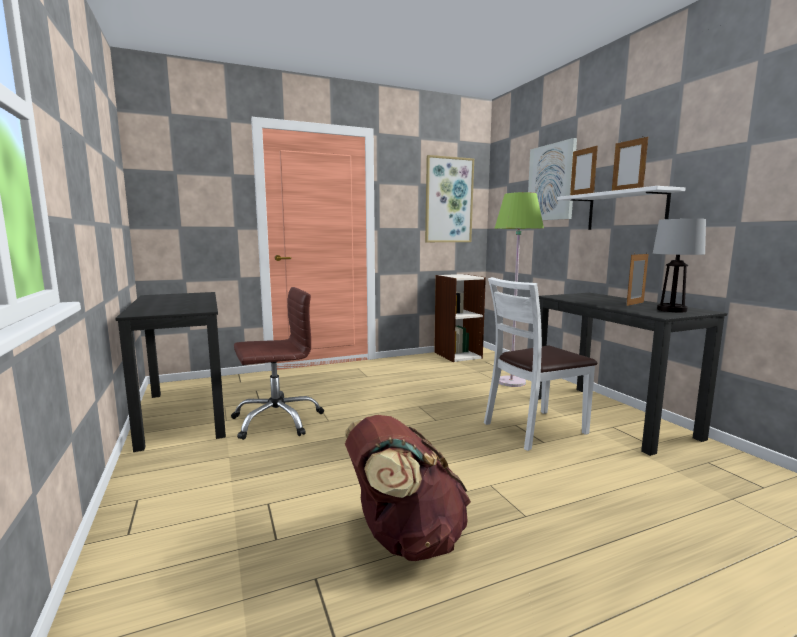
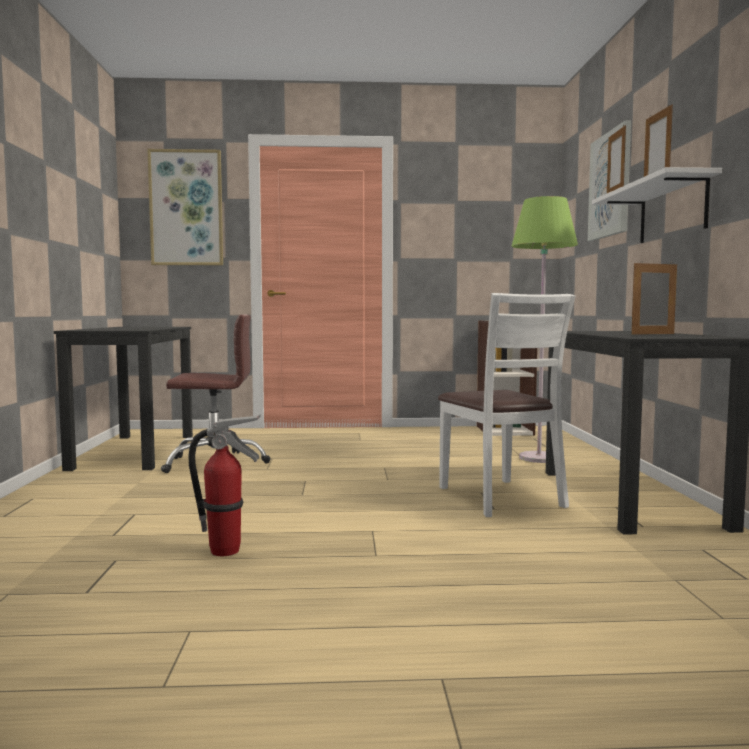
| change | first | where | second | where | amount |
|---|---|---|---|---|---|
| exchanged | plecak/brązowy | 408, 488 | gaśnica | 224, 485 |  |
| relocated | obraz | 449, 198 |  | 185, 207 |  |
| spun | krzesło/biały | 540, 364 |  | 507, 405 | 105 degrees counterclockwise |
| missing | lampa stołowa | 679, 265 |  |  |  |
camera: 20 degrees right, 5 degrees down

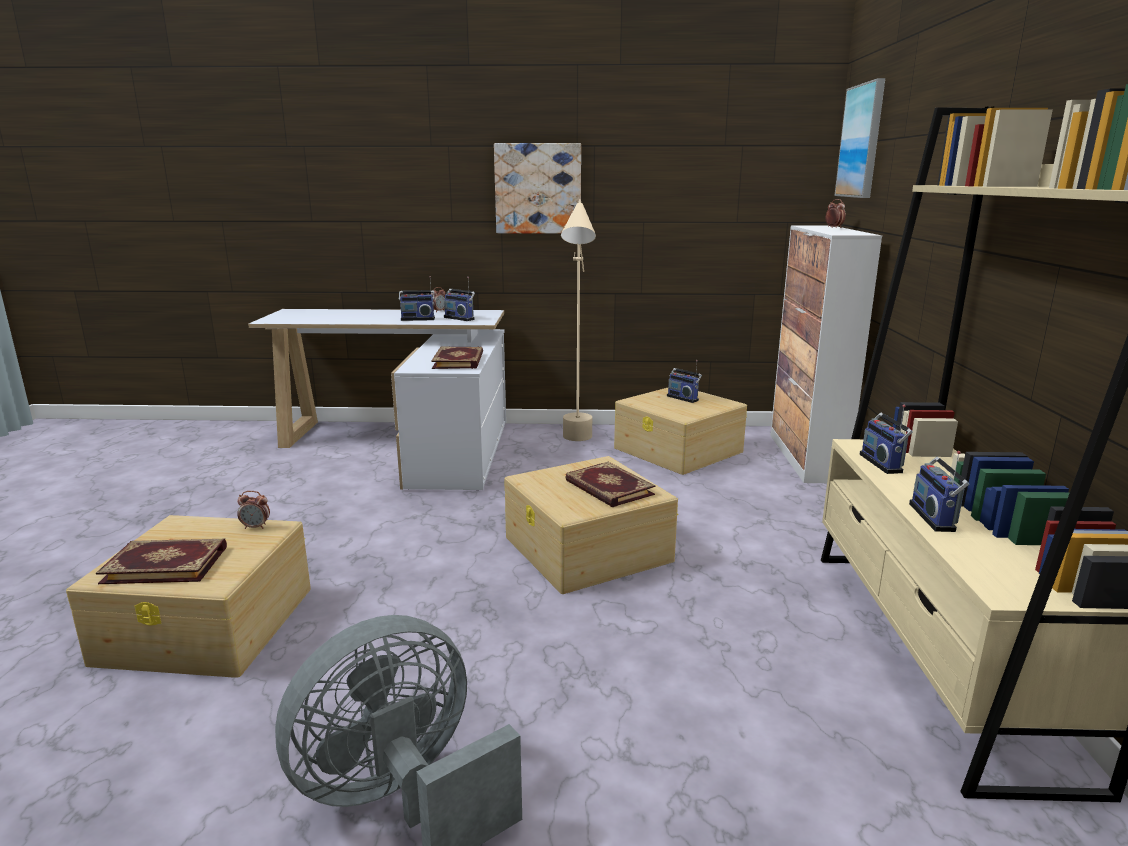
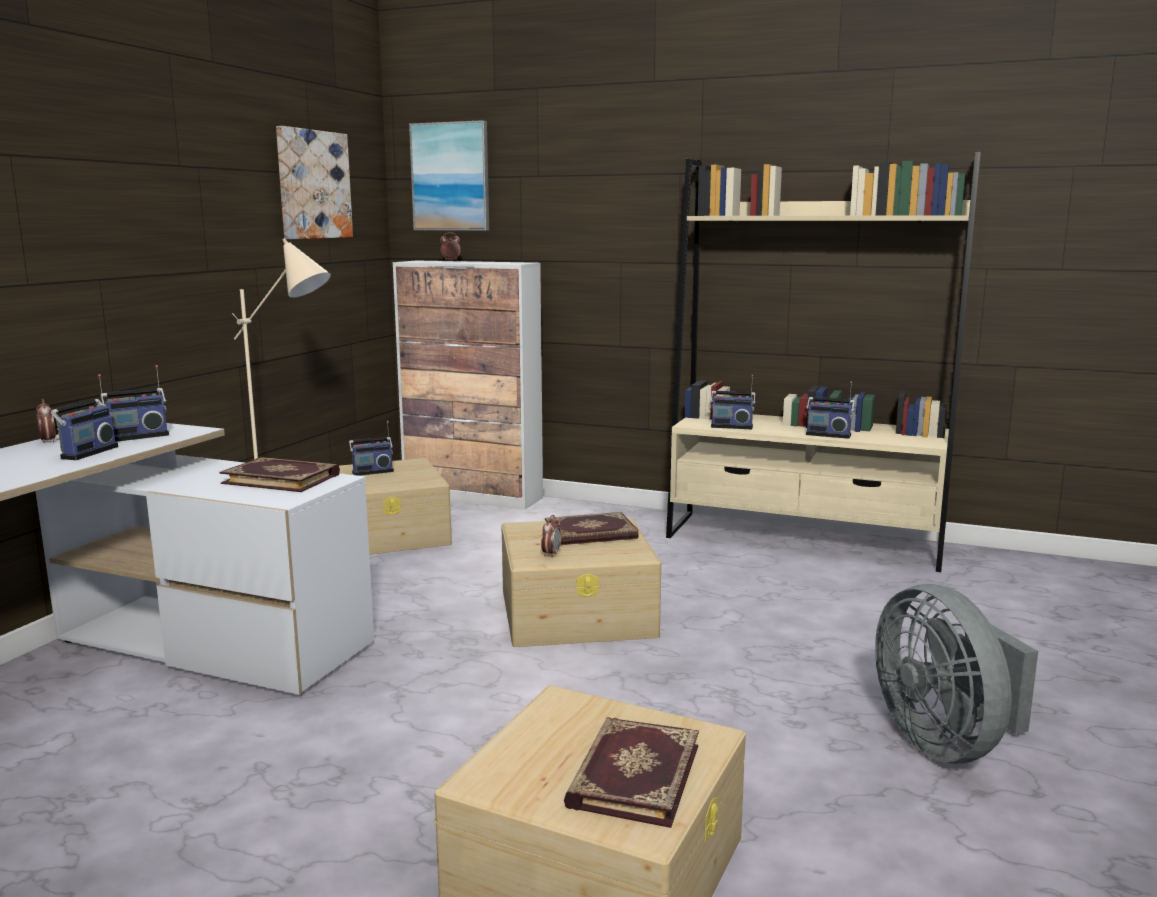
| change | first | where | second | where | amount |
|---|---|---|---|---|---|
| relocated | budzik | 253, 510 |  | 551, 536 |  |
| relocated | obraz | 537, 188 |  | 314, 182 |  |
camera: 70 degrees left, 5 degrees down

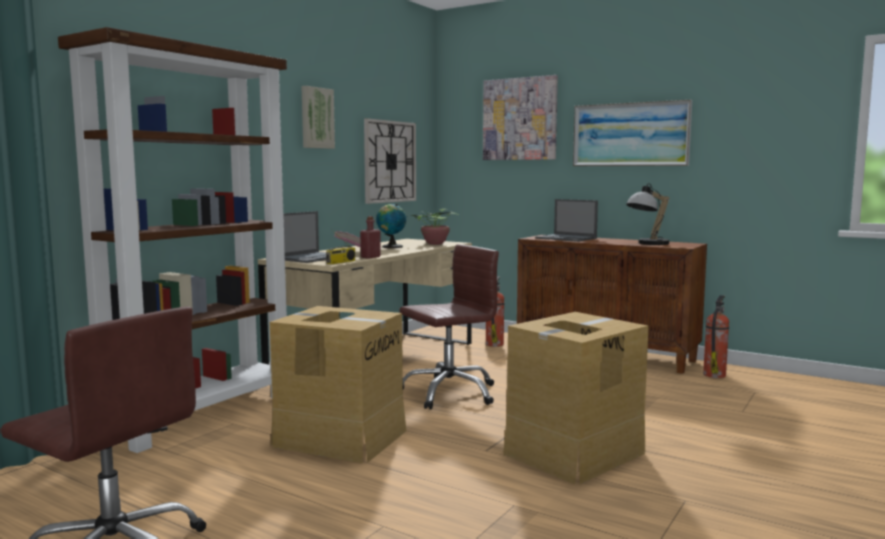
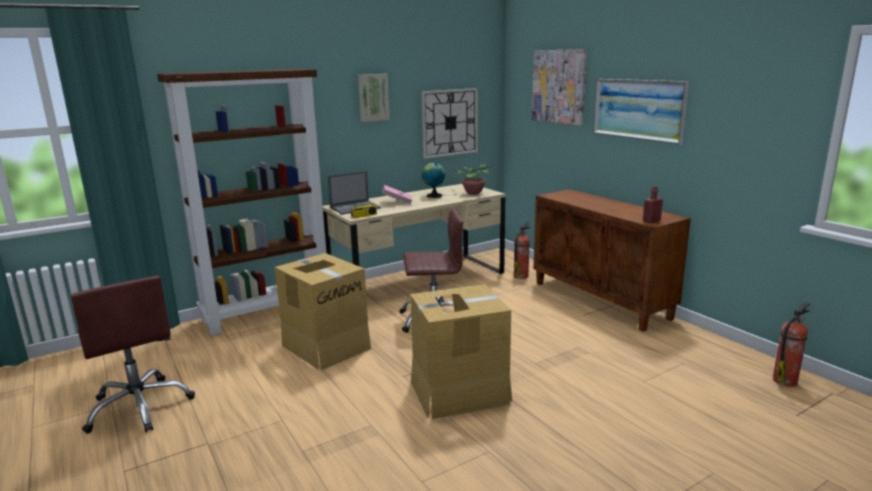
| change | first | where | second | where | amount |
|---|---|---|---|---|---|
| relocated | butelka/czerwony | 370, 237 |  | 653, 204 |  |
| missing | laptop | 566, 220 |  |  |  |
| missing | lampa stołowa | 648, 214 |  |  |  |
| relocated | gaśnica | 716, 336 |  | 791, 344 |  |
camera: 25 degrees right, 10 degrees up

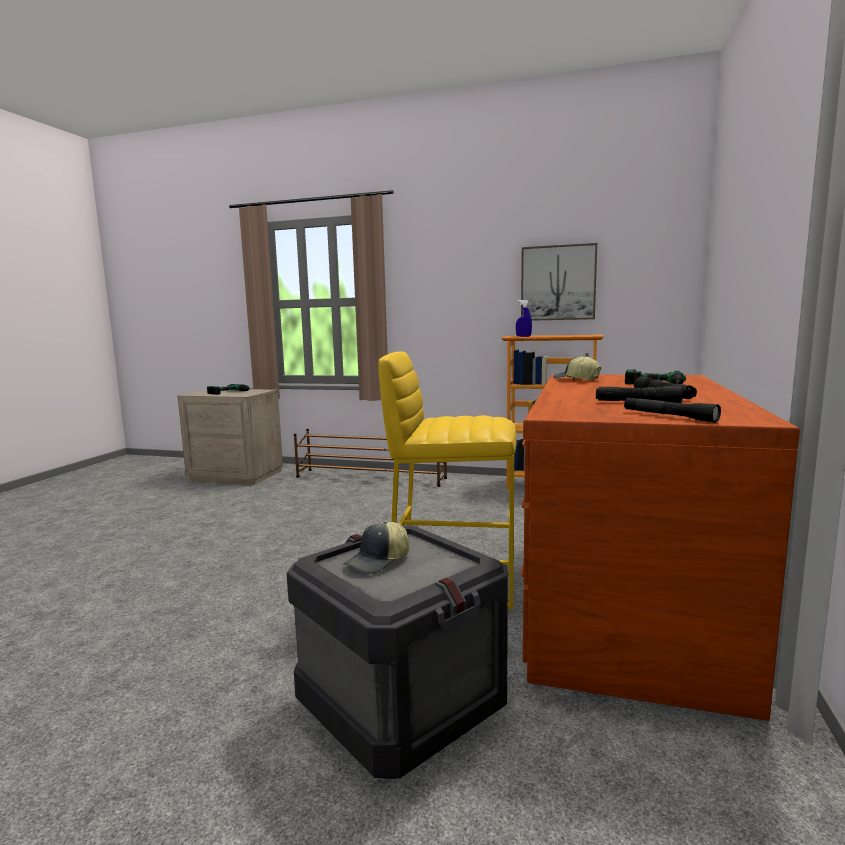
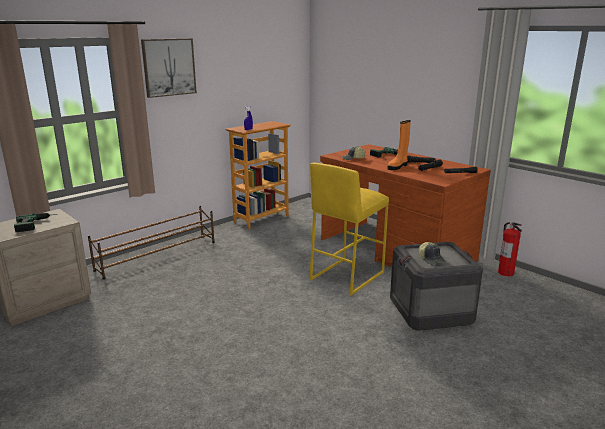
| change | first | where | second | where | amount |
|---|---|---|---|---|---|
| relocated | obraz | 559, 282 |  | 169, 68 |  |
| appeared |  |  | but z cholewką/pomarańczowy | 399, 145 |  |
| appeared |  |  | gaśnica | 510, 249 |  |
camera: 60 degrees left, 10 degrees up

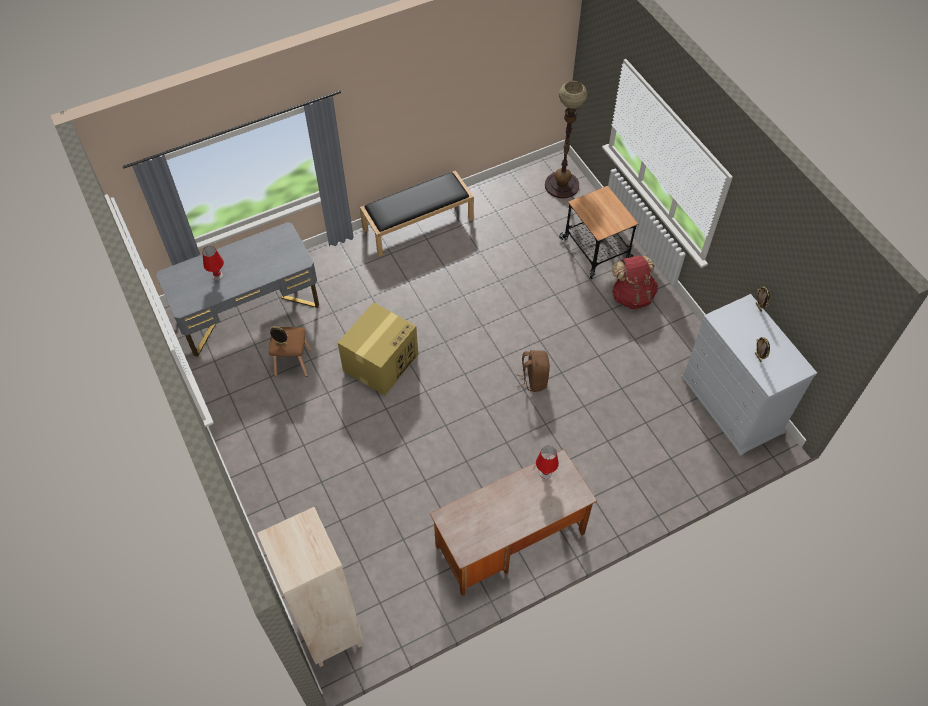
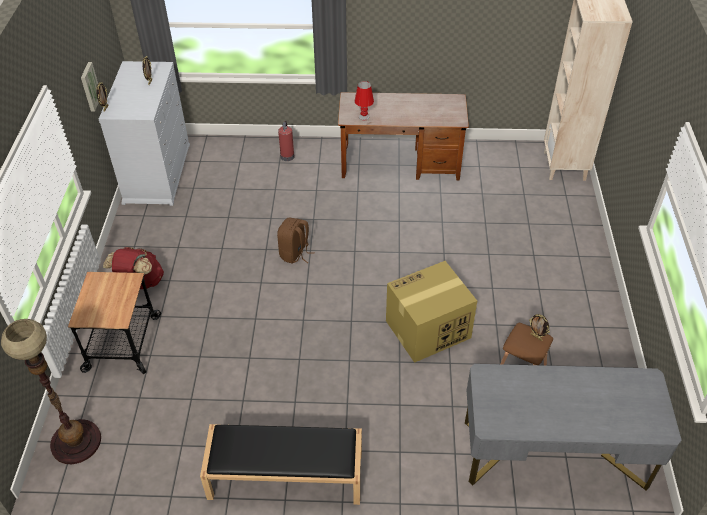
| change | first | where | second | where | amount |
|---|---|---|---|---|---|
| missing | lampa stołowa/czerwony | 213, 263 |  |  |  |
| appeared |  |  | obraz | 90, 87 |  |
| appeared |  |  | gaśnica | 286, 141 |  |
camera: 150 degrees left, 10 degrees down

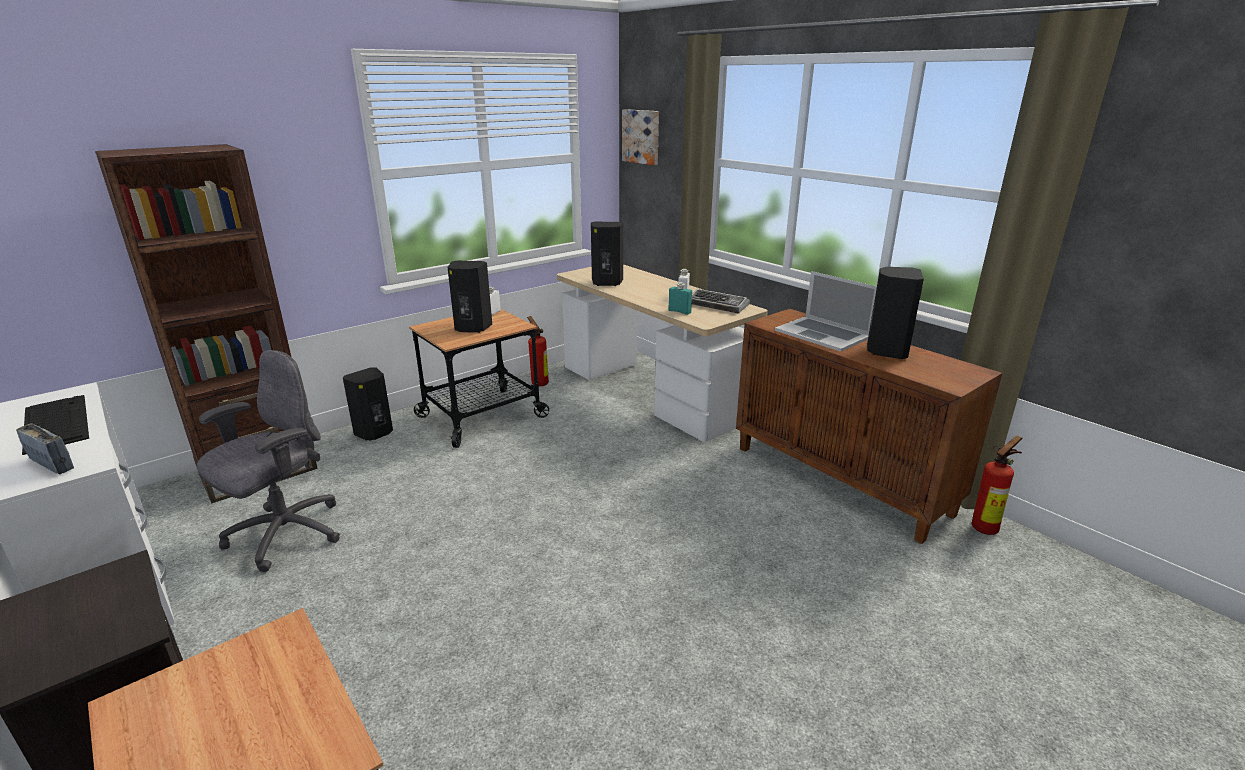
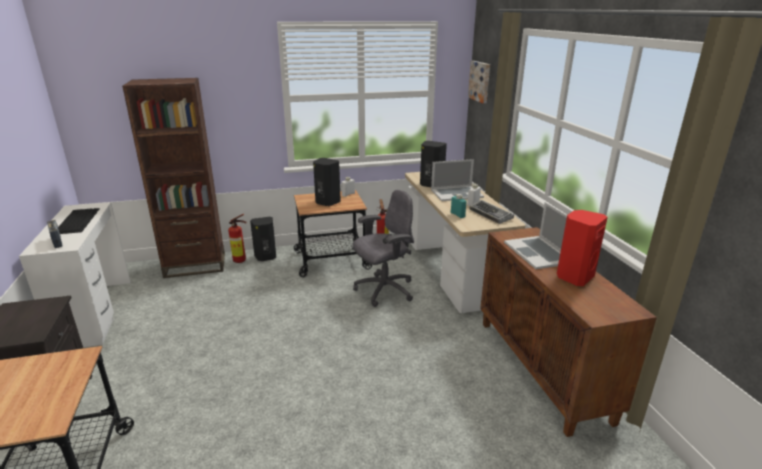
| change | first | where | second | where | amount |
|---|---|---|---|---|---|
| relocated | krzesło biurowe/szary | 268, 461 |  | 383, 248 |  |
| colour | głośnik/czarny | 895, 313 | głośnik/czerwony | 582, 248 |  |
| relocated | gaśnica | 997, 485 |  | 237, 238 |  |
| appeared |  |  | laptop | 457, 180 |  |
camera: 25 degrees right, 0 degrees up

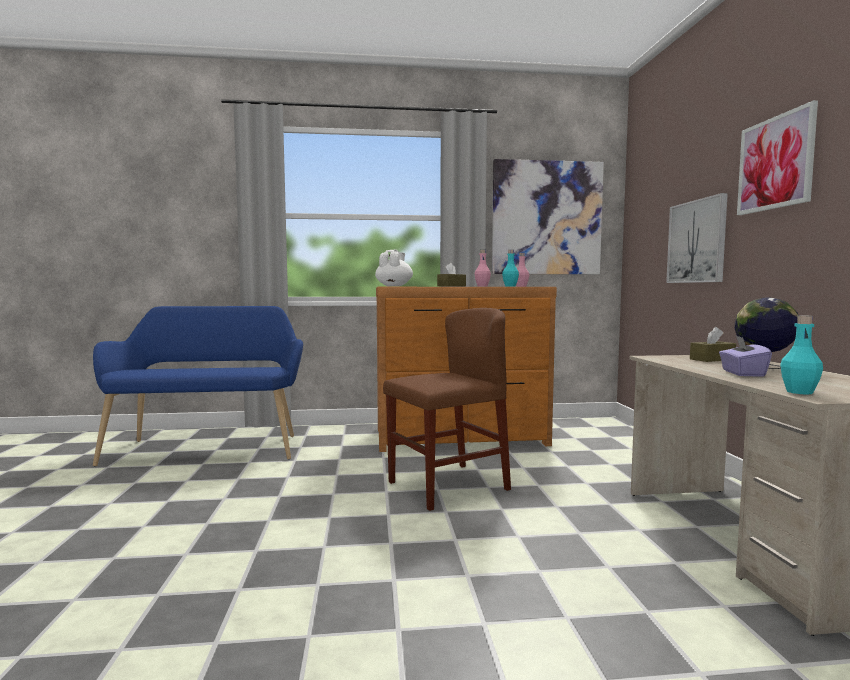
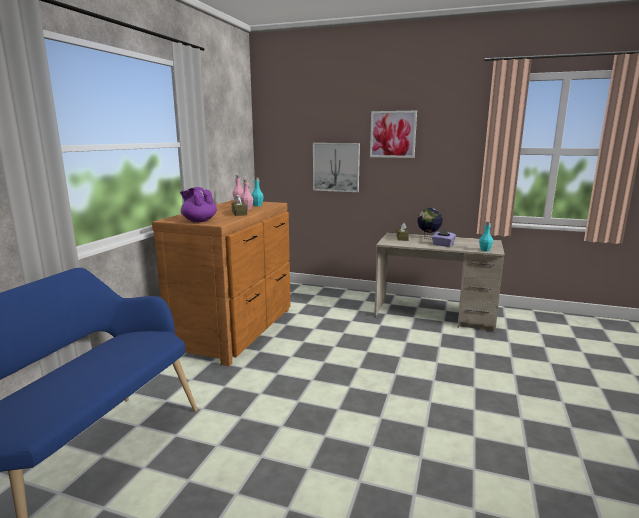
| change | first | where | second | where | amount |
|---|---|---|---|---|---|
| colour | imbryk/biały | 394, 268 | imbryk/fioletowy | 198, 204 |  |
| missing | krzesło/brązowy | 447, 409 |  |  |  |
| missing | obraz | 548, 216 |  |  |  |
camera: 65 degrees left, 10 degrees up

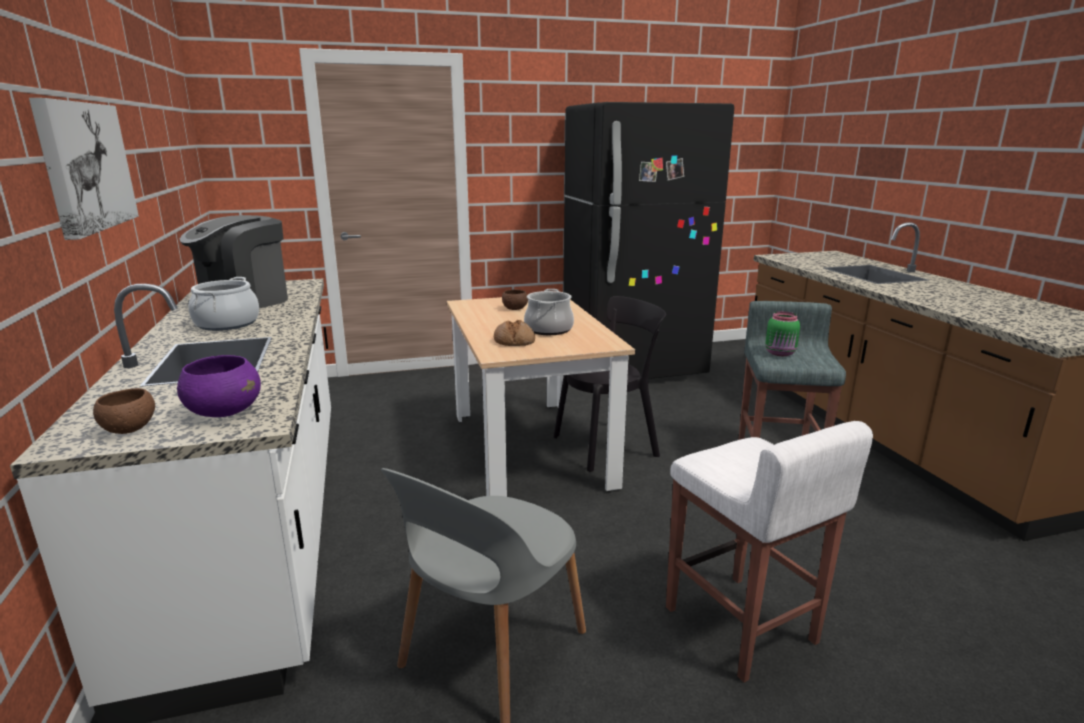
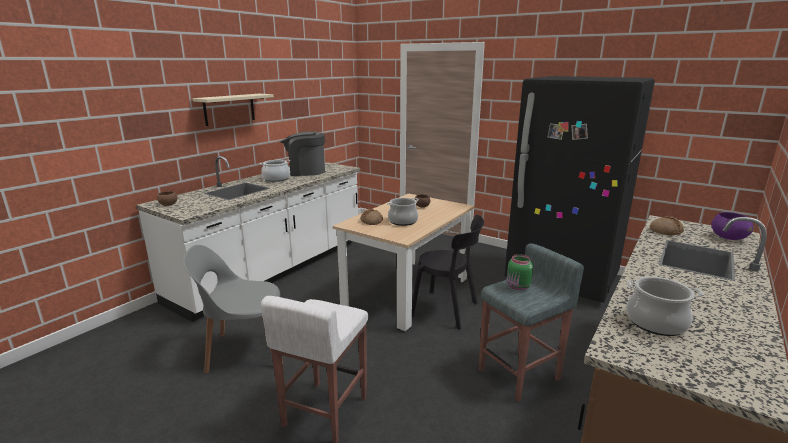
| change | first | where | second | where | amount |
|---|---|---|---|---|---|
| exchanged | obraz | 84, 169 | półka/beżowy | 233, 110 |  |
| relocated | miska/fioletowy | 219, 386 |  | 732, 226 |  |
| appeared |  |  | garnek | 664, 306 |  |
| appeared |  |  | chleb | 667, 225 |  |
camera: 50 degrees right, 0 degrees up

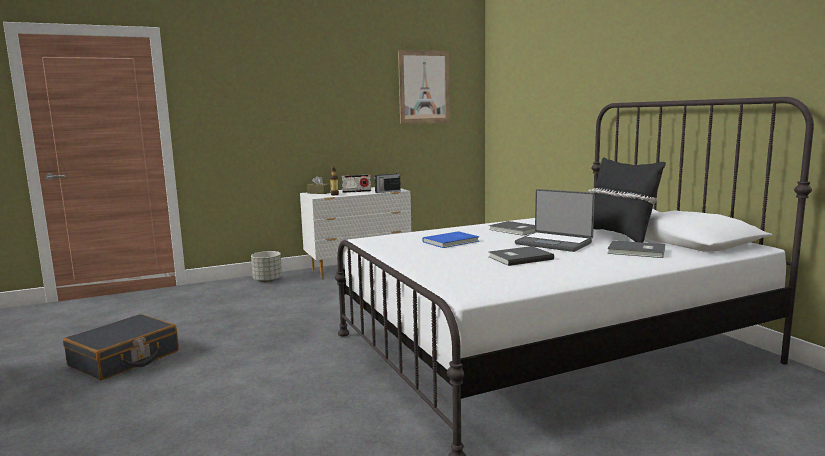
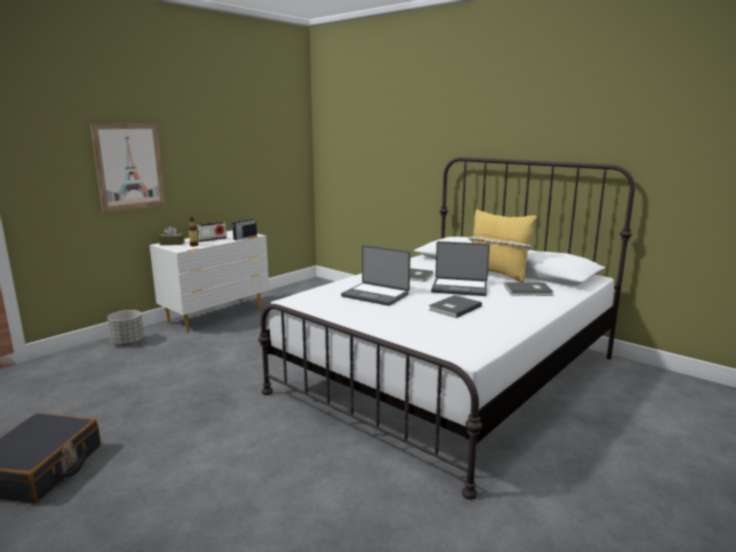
| change | first | where | second | where | amount |
|---|---|---|---|---|---|
| relocated | obraz | 424, 87 |  | 128, 168 |  |
| exchanged | książka/niebieski | 450, 239 | laptop | 376, 275 |  |
| colour | poduszka/czarny | 627, 200 | poduszka/żółty | 502, 245 |  |
camera: 25 degrees left, 5 degrees up

